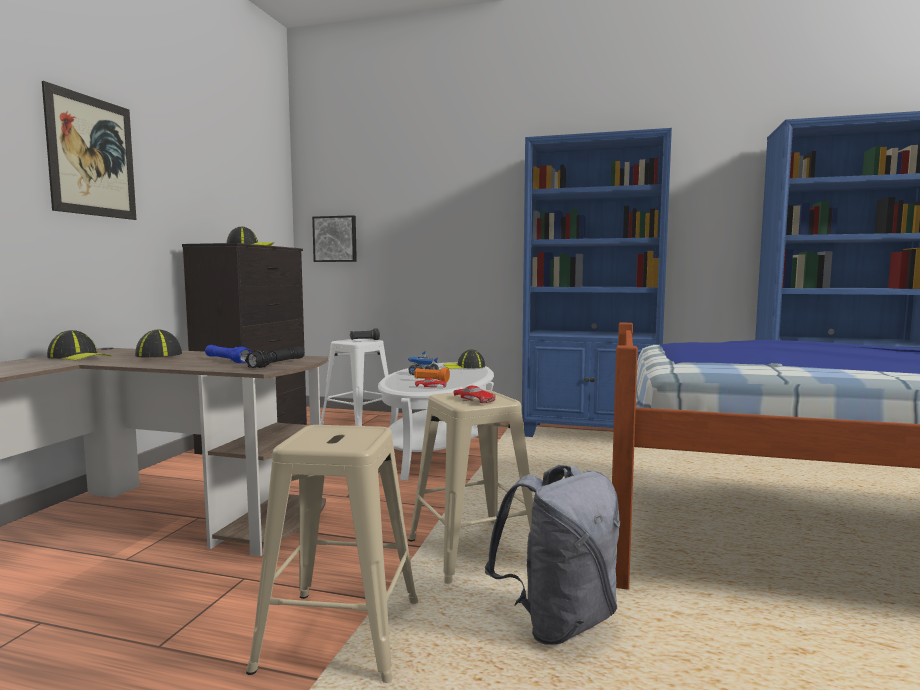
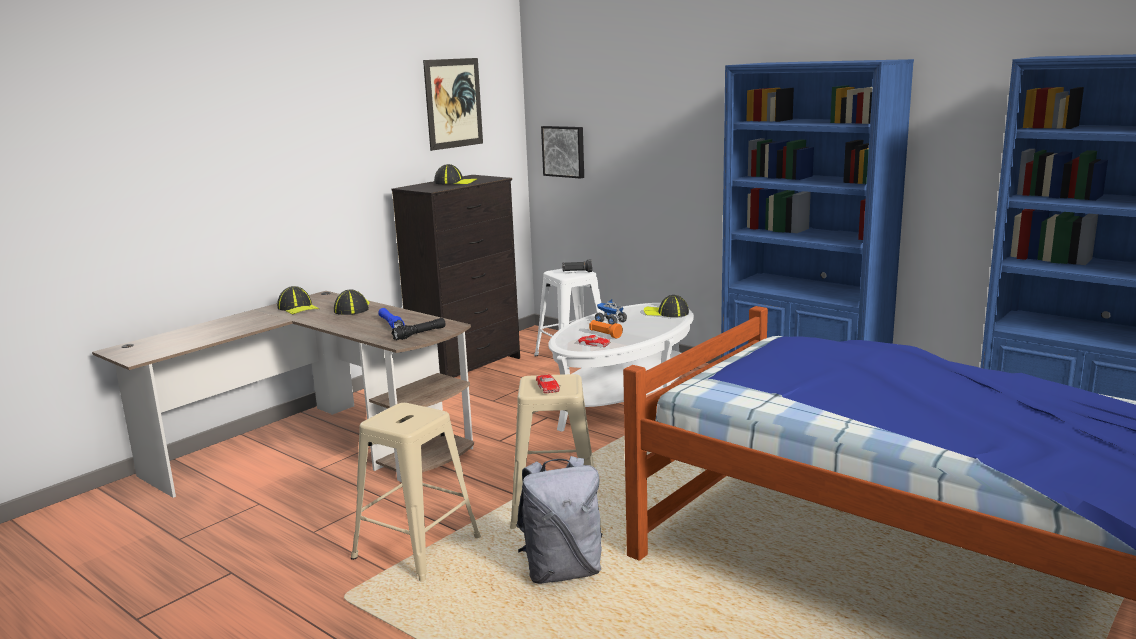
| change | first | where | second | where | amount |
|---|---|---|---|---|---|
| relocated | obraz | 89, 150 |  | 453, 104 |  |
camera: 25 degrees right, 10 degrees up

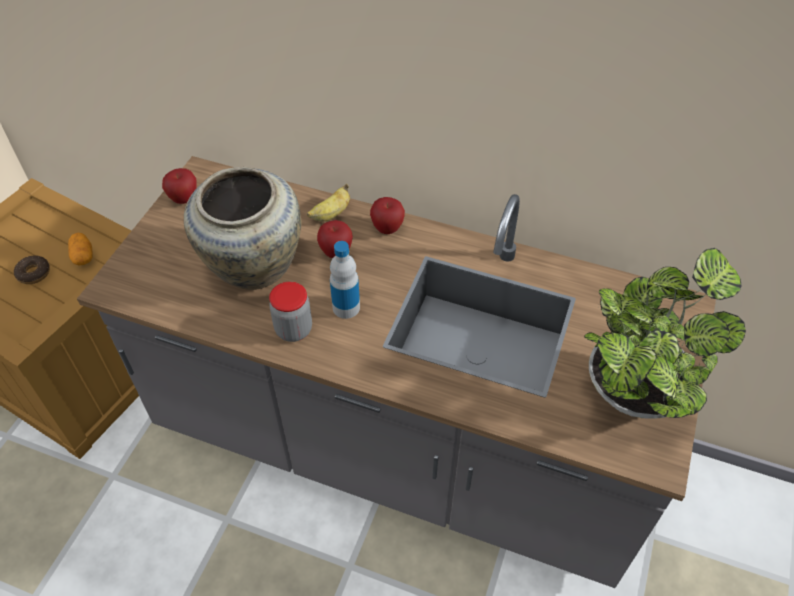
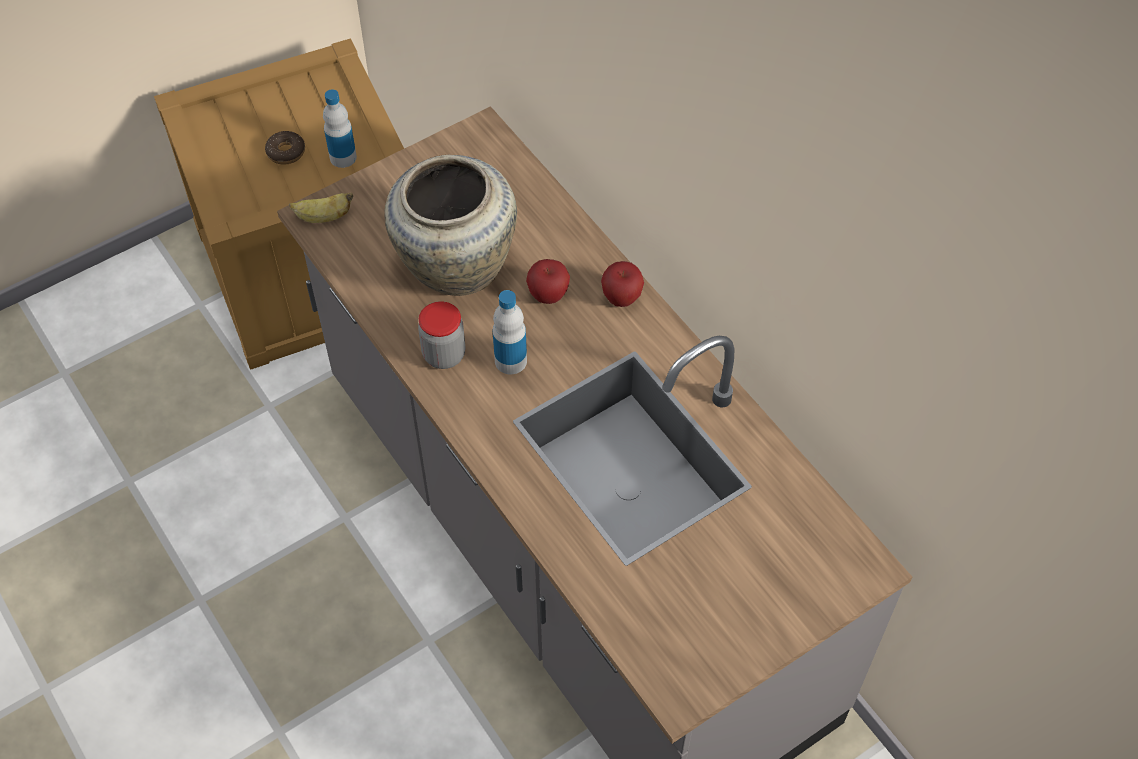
| change | first | where | second | where | amount |
|---|---|---|---|---|---|
| exchanged | ziemniak | 80, 249 | butelka | 340, 128 |  |
| missing | jabłko | 179, 186 |  |  |  |
| relocated | banan | 328, 203 |  | 321, 207 |  |
| missing | roślina doniczkowa | 665, 333 |  |  |  |
camera: 35 degrees right, 5 degrees up

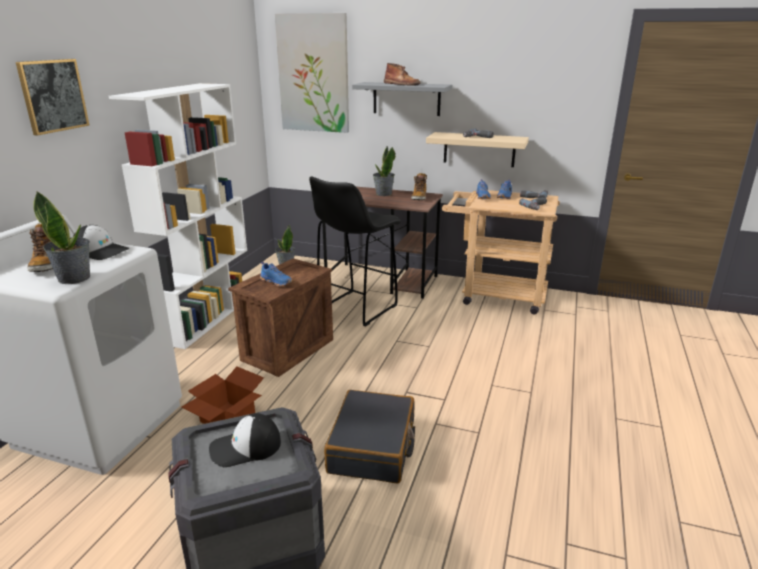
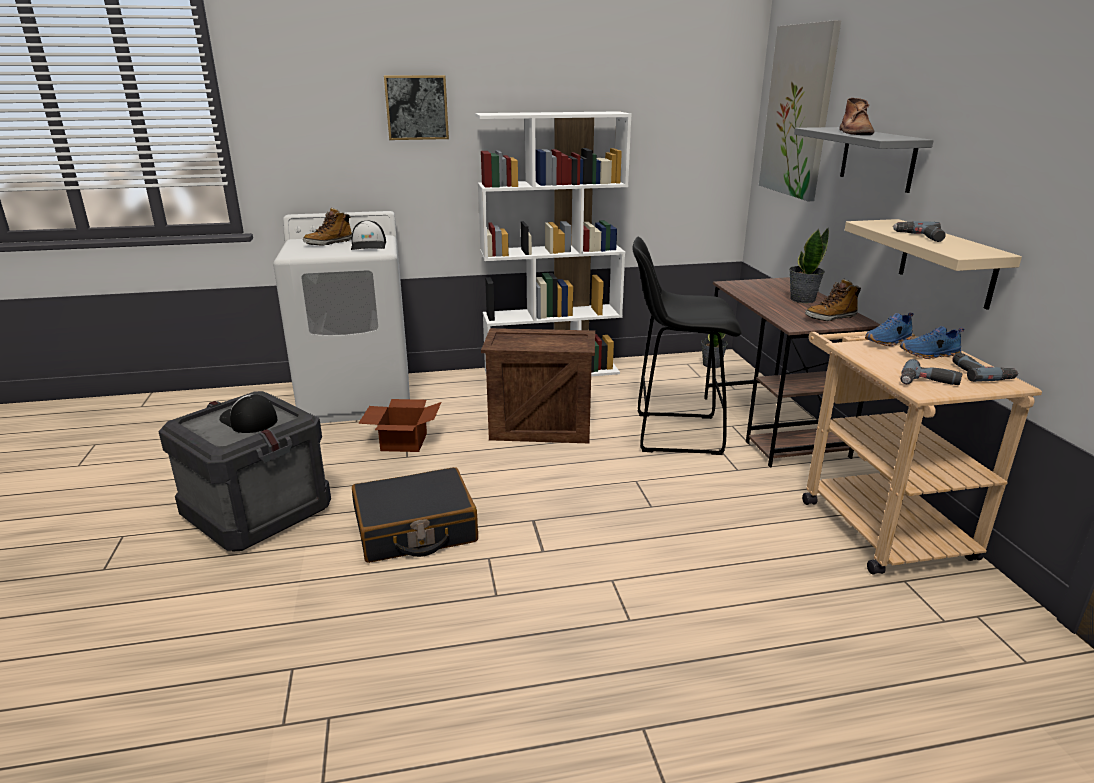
| change | first | where | second | where | amount |
|---|---|---|---|---|---|
| missing | roślina doniczkowa | 62, 237 |  |  |  |
| missing | but/niebieski | 276, 274 |  |  |  |
camera: 60 degrees right, 0 degrees up

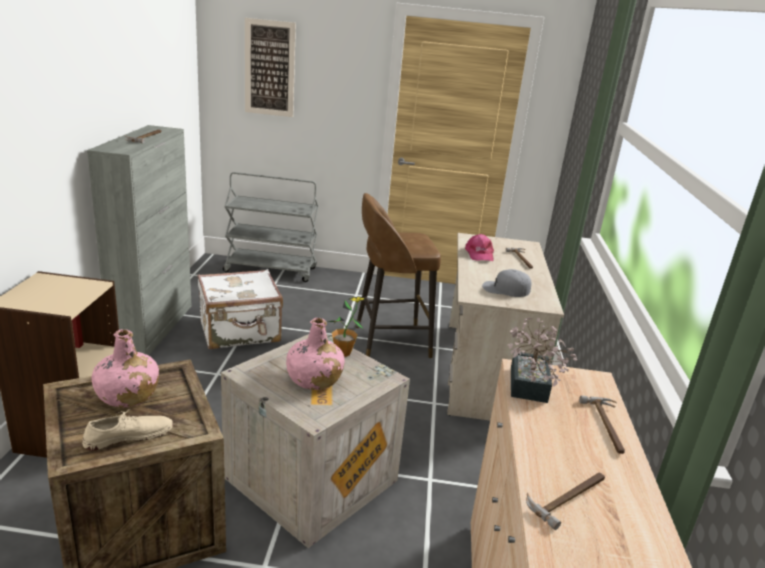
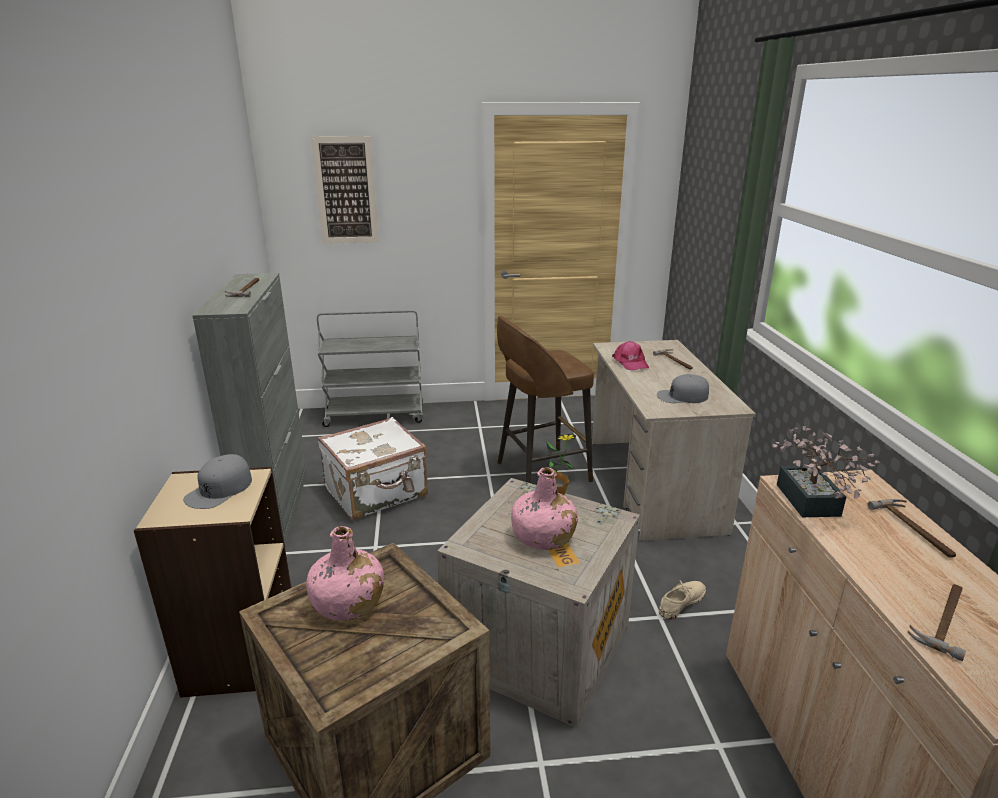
| change | first | where | second | where | amount |
|---|---|---|---|---|---|
| relocated | but/beżowy | 127, 430 |  | 682, 600 |  |
| appeared |  |  | czapka z daszkiem/szary | 217, 481 |  |
camera: 10 degrees left, 0 degrees up

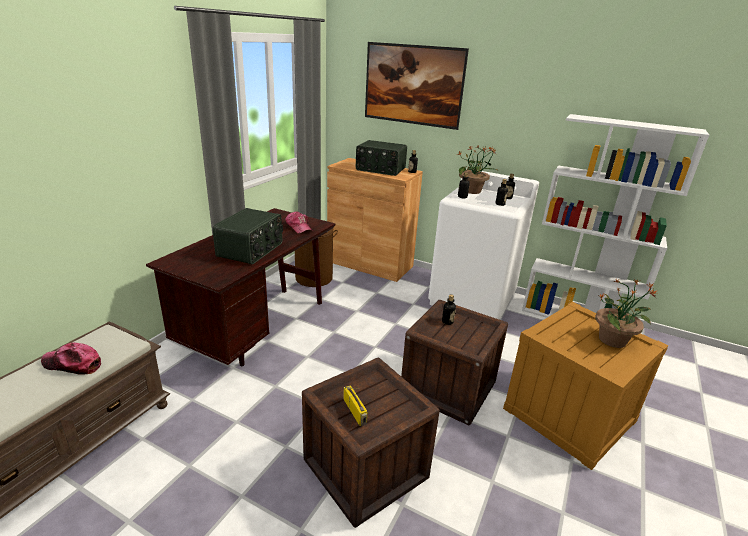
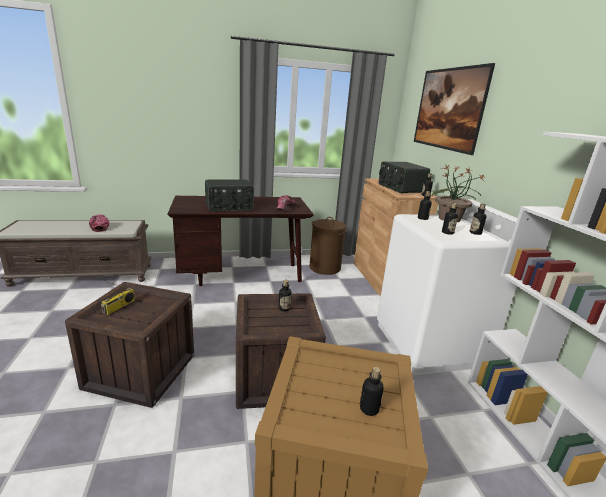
| change | first | where | second | where | amount |
|---|---|---|---|---|---|
| exchanged | roślina doniczkowa | 626, 313 | butelka | 372, 391 |  |
camera: 50 degrees right, 5 degrees down

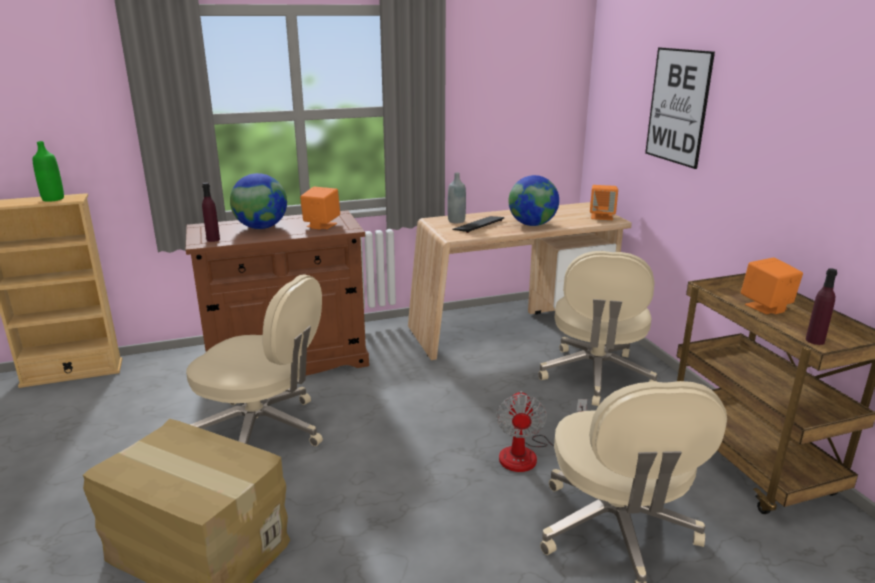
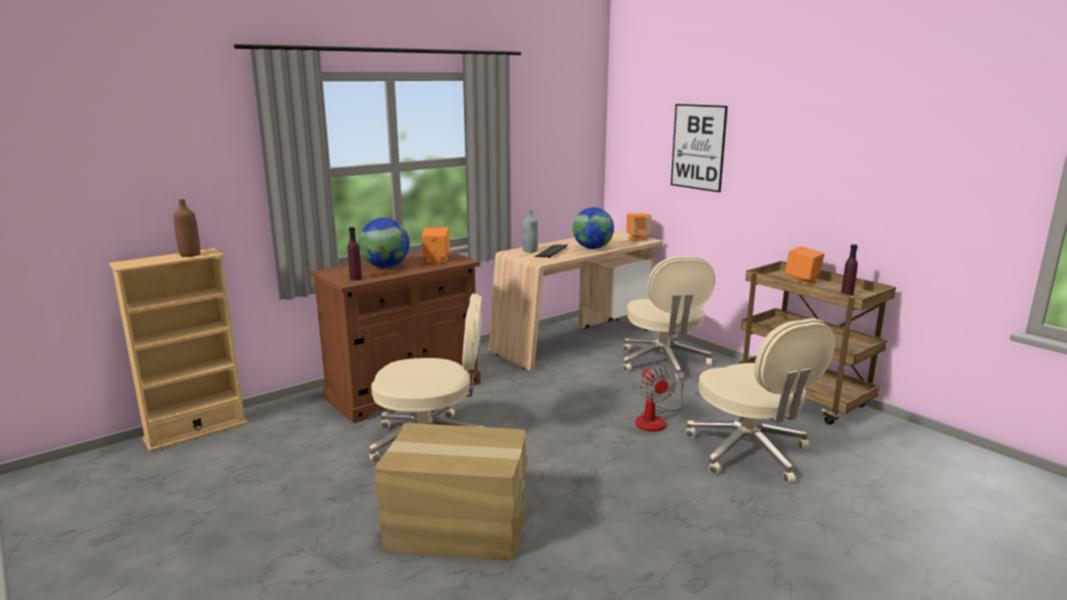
| change | first | where | second | where | amount |
|---|---|---|---|---|---|
| colour | butelka/zielony | 48, 171 | butelka/brązowy | 187, 228 |  |
camera: 20 degrees left, 5 degrees down

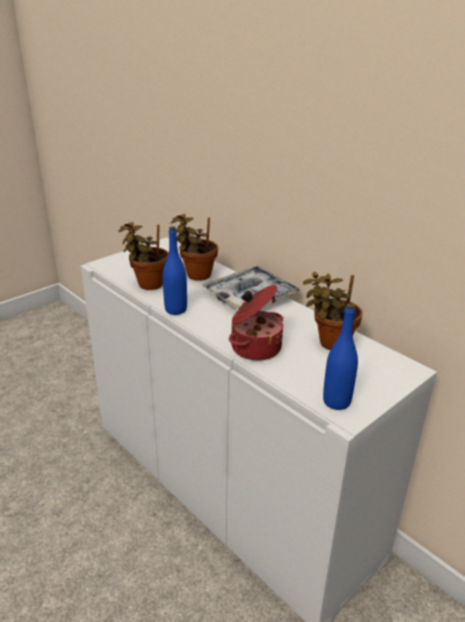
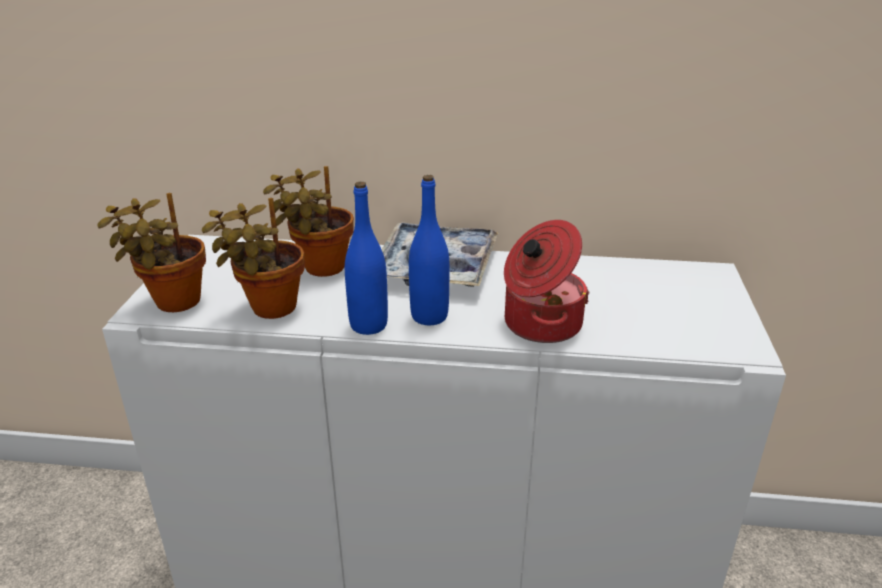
| change | first | where | second | where | amount |
|---|---|---|---|---|---|
| relocated | roślina doniczkowa | 333, 311 |  | 151, 252 |  |
| relocated | butelka/niebieski | 340, 356 |  | 429, 250 |  |
camera: 40 degrees left, 0 degrees up

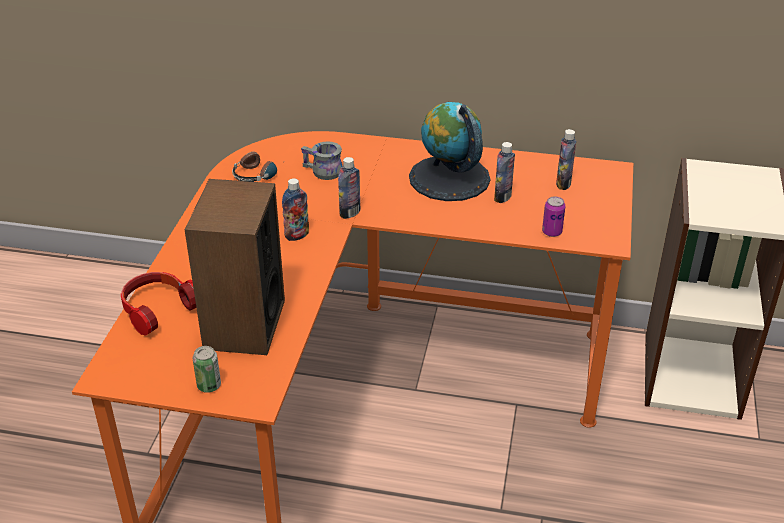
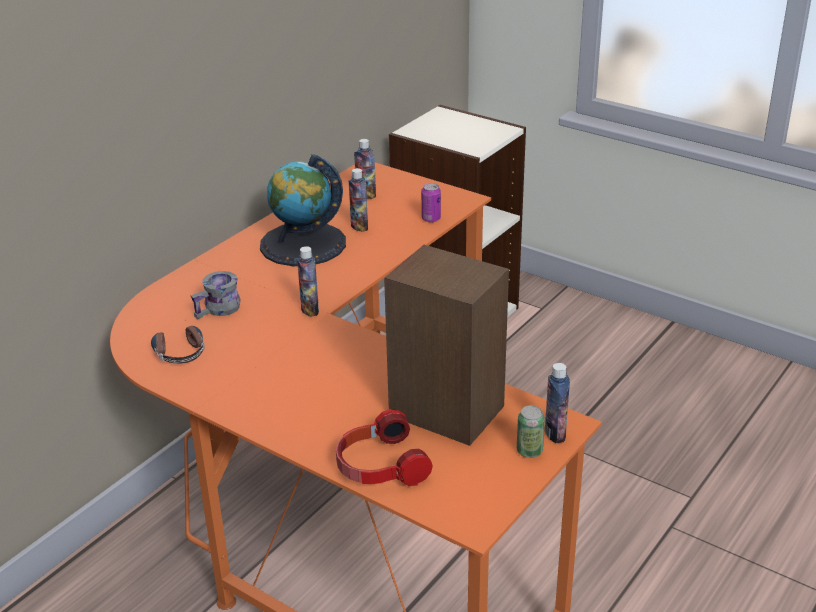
| change | first | where | second | where | amount |
|---|---|---|---|---|---|
| relocated | butelka | 295, 209 |  | 557, 403 |  |
camera: 65 degrees left, 5 degrees down

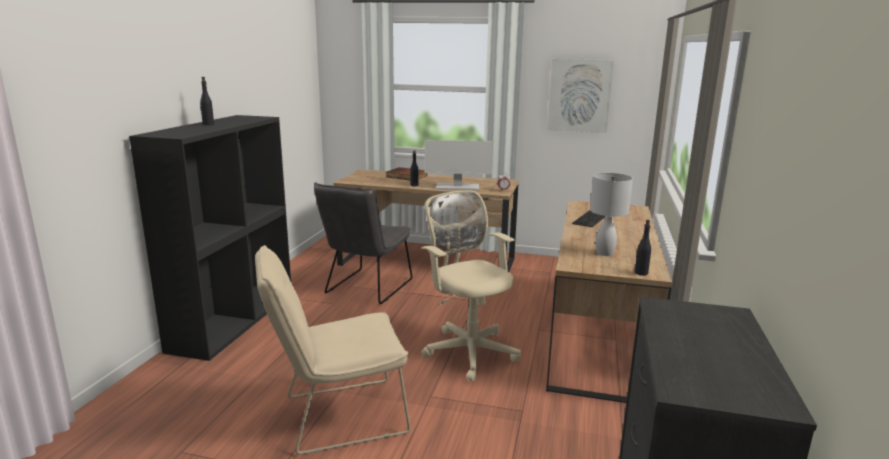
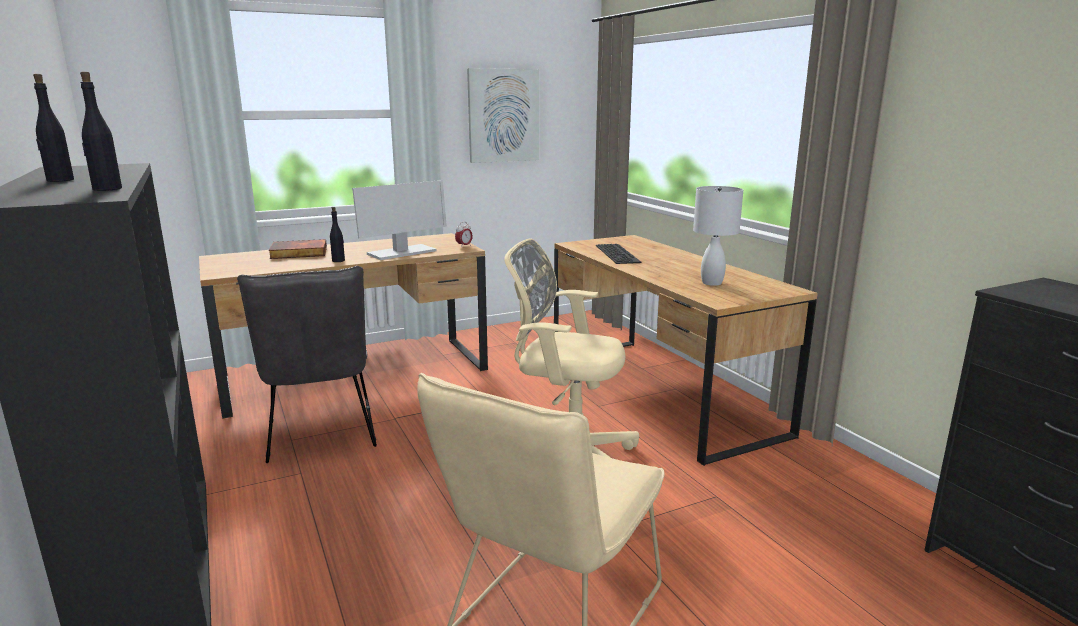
| change | first | where | second | where | amount |
|---|---|---|---|---|---|
| relocated | butelka/czarny | 643, 248 |  | 101, 131 |  |
camera: 40 degrees left, 0 degrees up

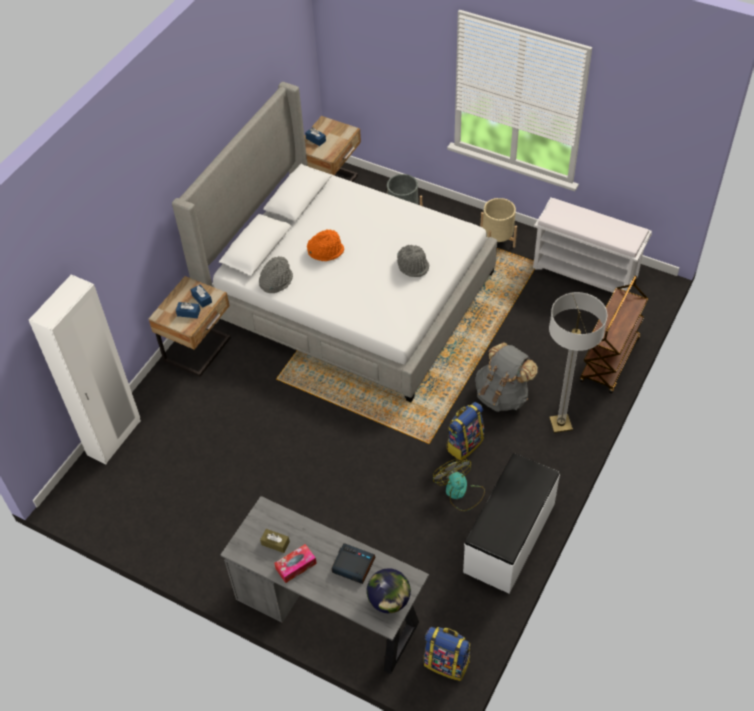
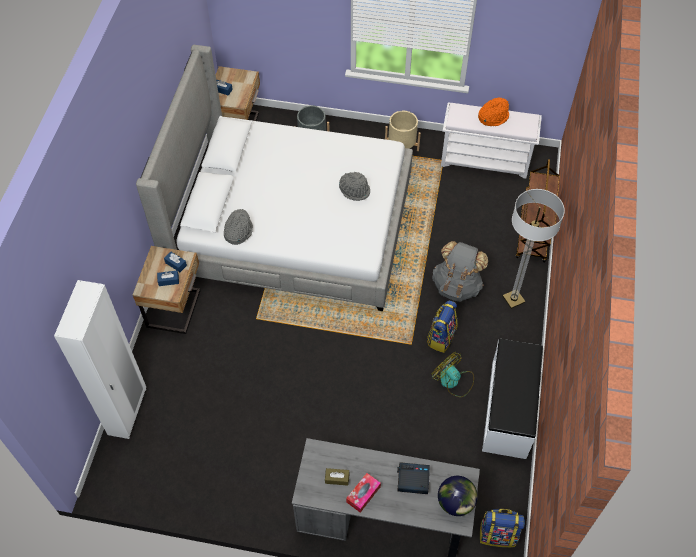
| change | first | where | second | where | amount |
|---|---|---|---|---|---|
| relocated | kapelusz/pomarańczowy | 325, 245 |  | 493, 111 |  |
camera: 20 degrees left, 5 degrees up

